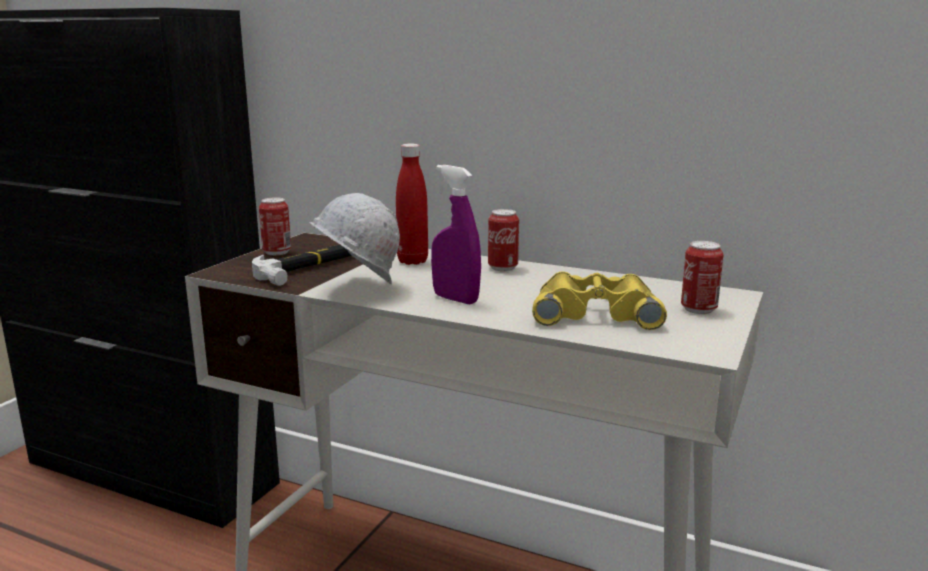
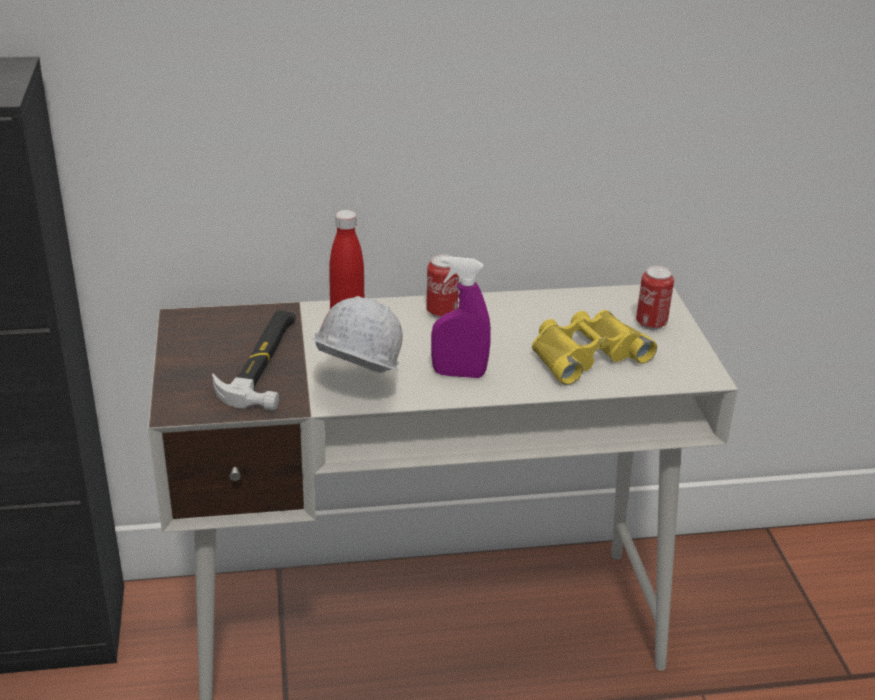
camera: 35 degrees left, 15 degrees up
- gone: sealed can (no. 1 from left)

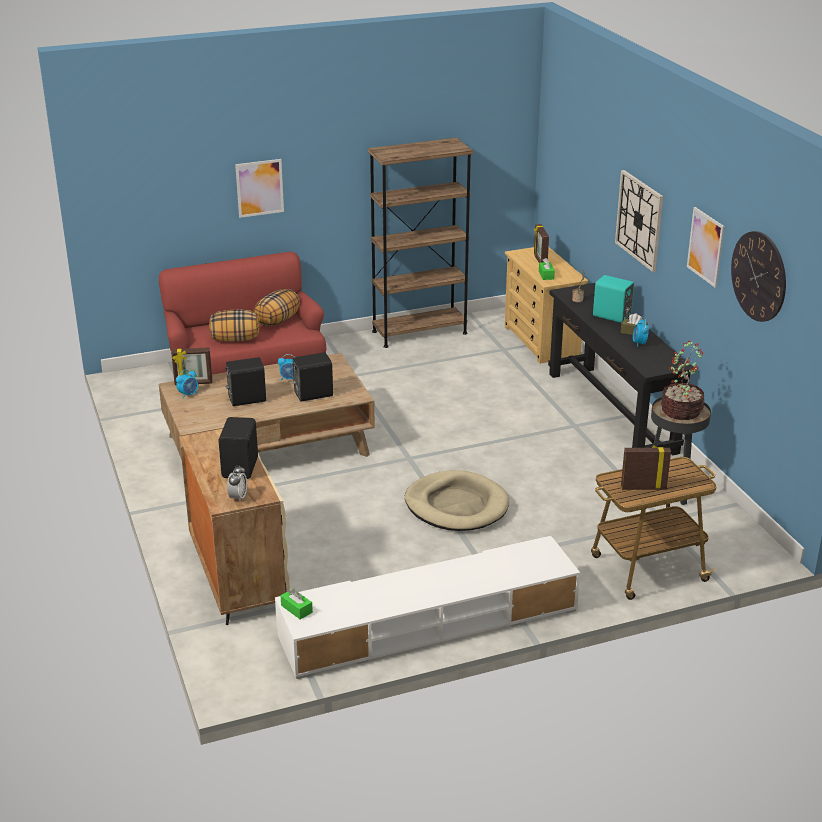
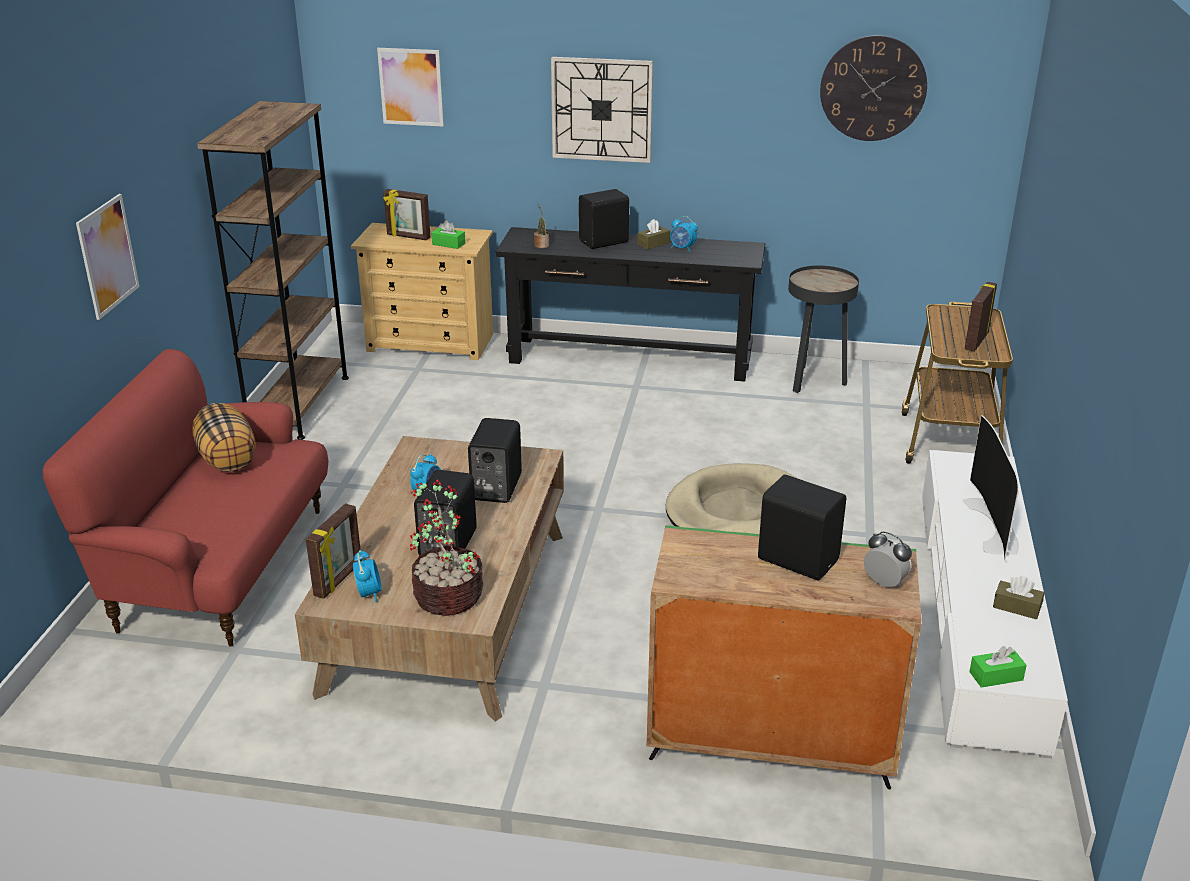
camera: 60 degrees left, 0 degrees up
- shifted: wall art (no. 2 from left)
- repainted: audio speaker (turquoise-coloured) to audio speaker (blackish) (no. 3 from left)
- gone: pillow (no. 1 from left)
- shifted: potted plant (no. 2 from left in the first image) to potted plant (no. 1 from left)
- repainted: cabinet (beige) to cabinet (green-coloured)
- new: TV set
- new: tissue box (brown) (no. 2 from left)

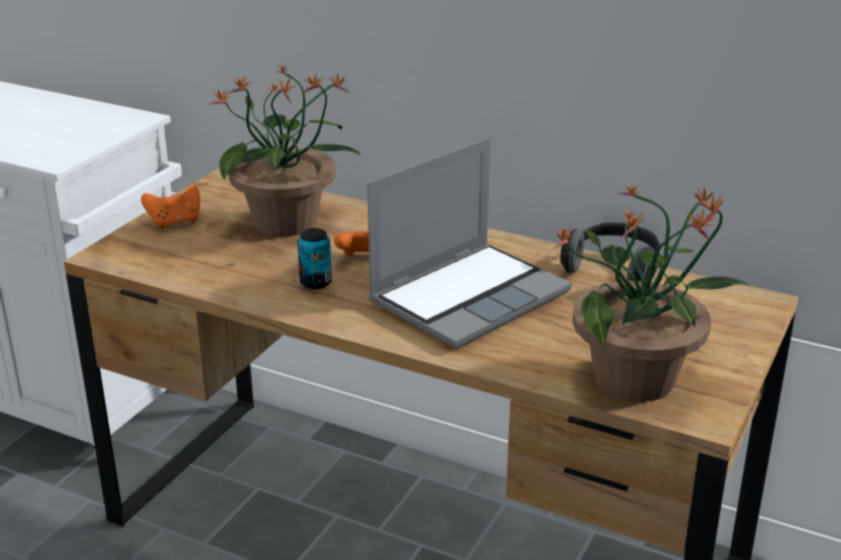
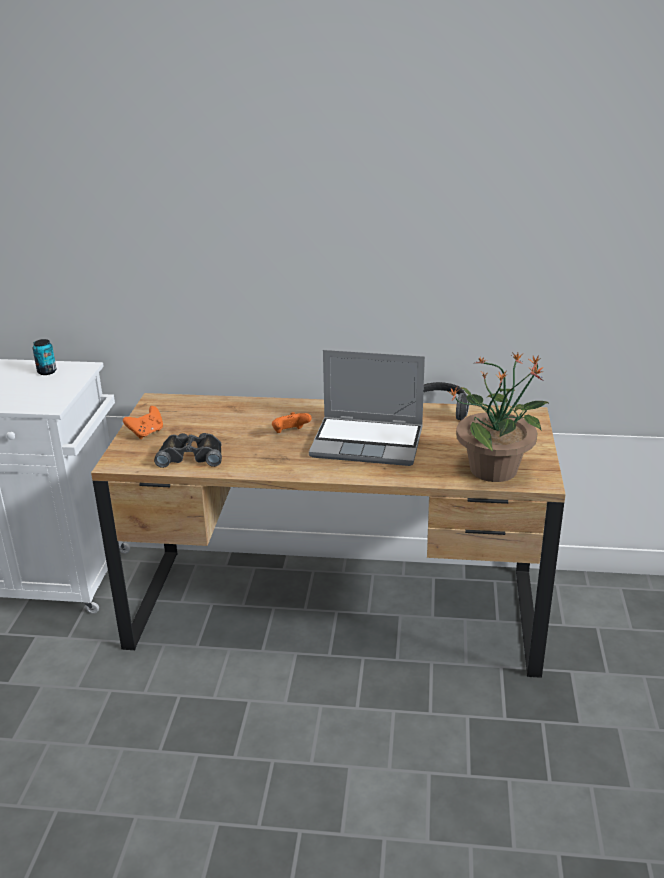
camera: 20 degrees left, 0 degrees up
- gone: potted plant (no. 1 from left)
- rotated: laptop 75 degrees clockwise
- shifted: sealed can
- new: pair of binoculars (blackish)

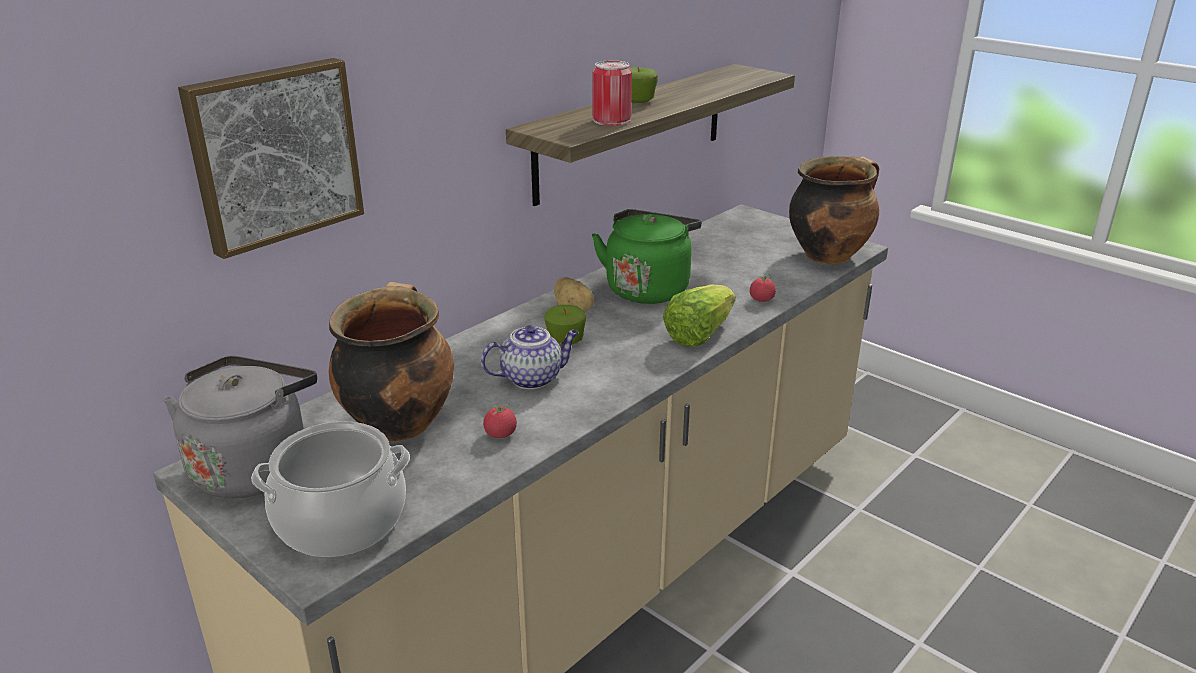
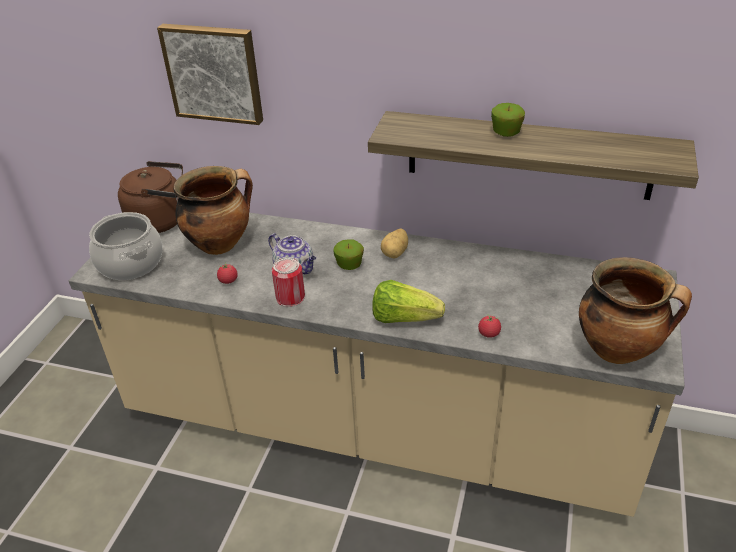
camera: 65 degrees right, 10 degrees up
- shifted: sealed can
- gone: kettle (green-coloured)
- repainted: kettle (greyish) to kettle (brown)

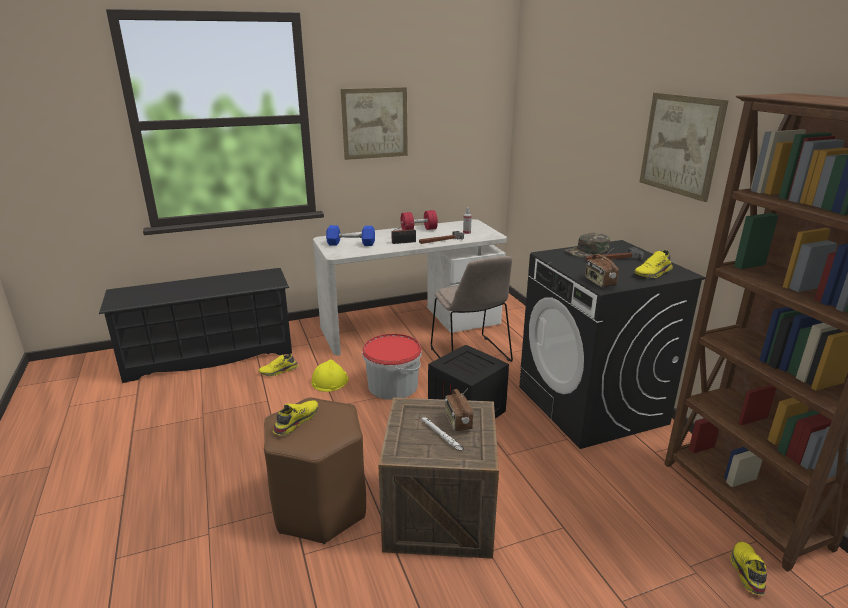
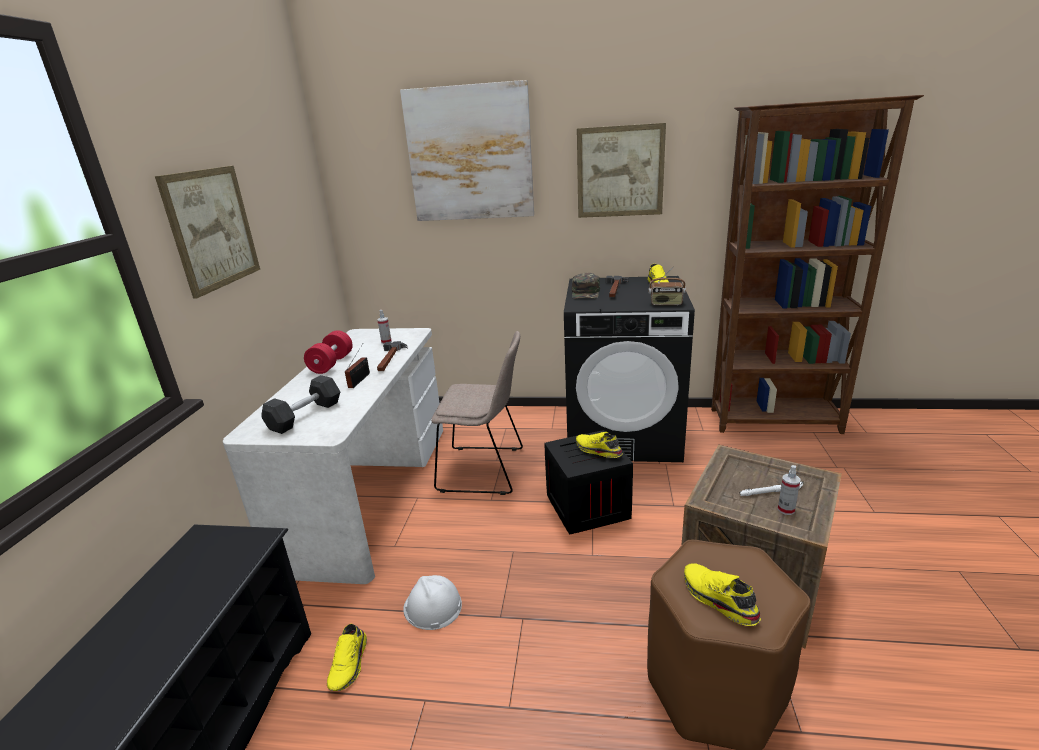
camera: 60 degrees left, 0 degrees up
- repainted: free weight (blue) to free weight (greyish)
- gone: bucket
- repainted: work helmet (yellow-coloured) to work helmet (whitish)
- gone: radio set (no. 2 from left)
- shifted: low shoe (yellow-coloured) (no. 4 from left in the first image) to low shoe (yellow-coloured) (no. 2 from left)
- new: wall art (no. 2 from left)
- new: spray bottle (no. 2 from left)

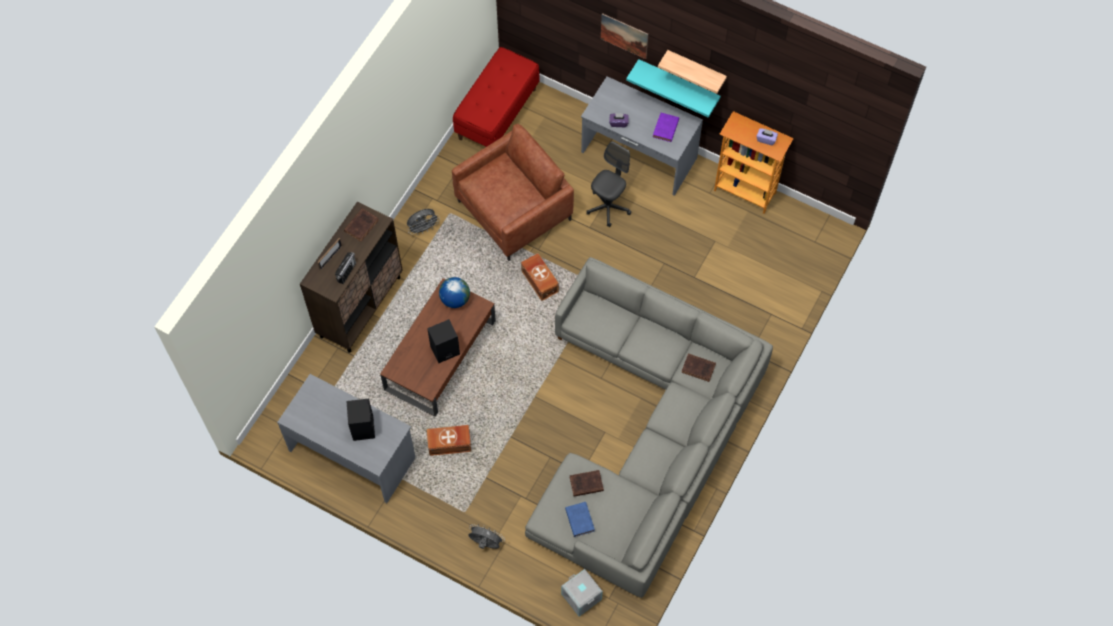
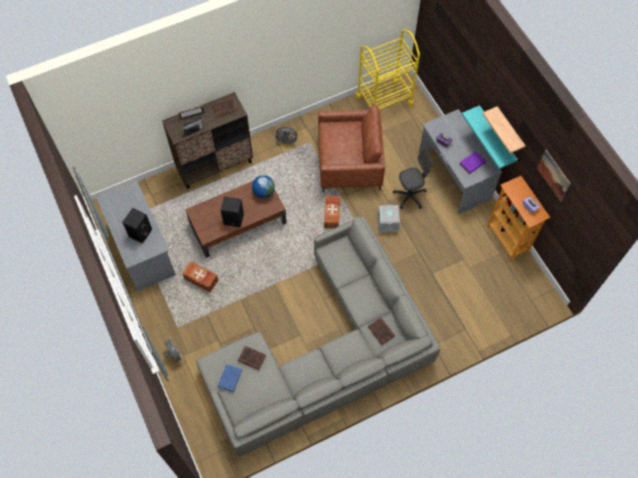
camera: 35 degrees right, 0 degrees up
- shifted: wall art
- swapped: long seat (reddish) to wheeled cart (yellow-coloured)
- shifted: storage bin (greyish)

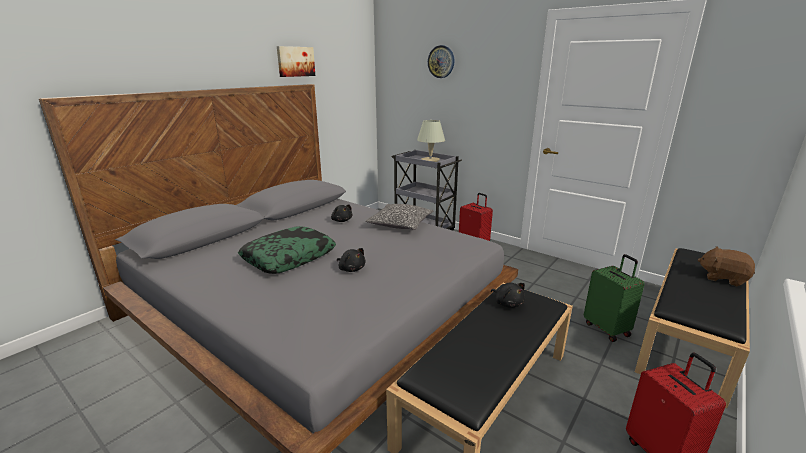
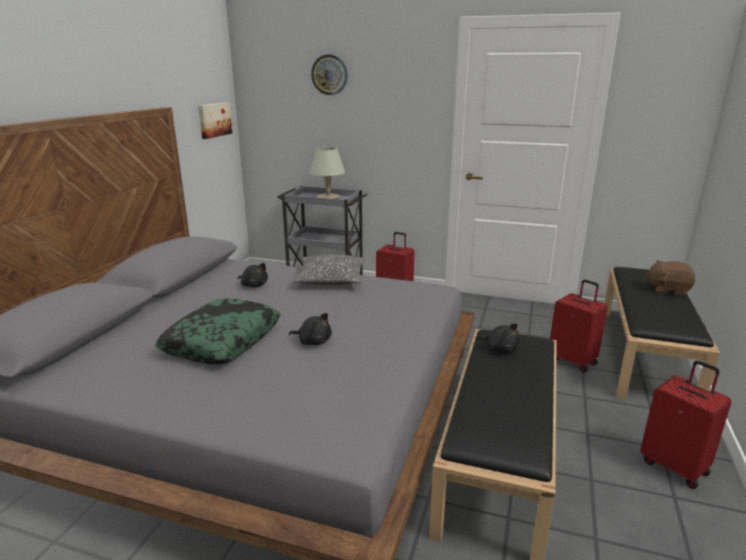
camera: 20 degrees left, 0 degrees up
- shifted: wall art
- repainted: suitcase (green-coloured) to suitcase (reddish) (no. 2 from left)

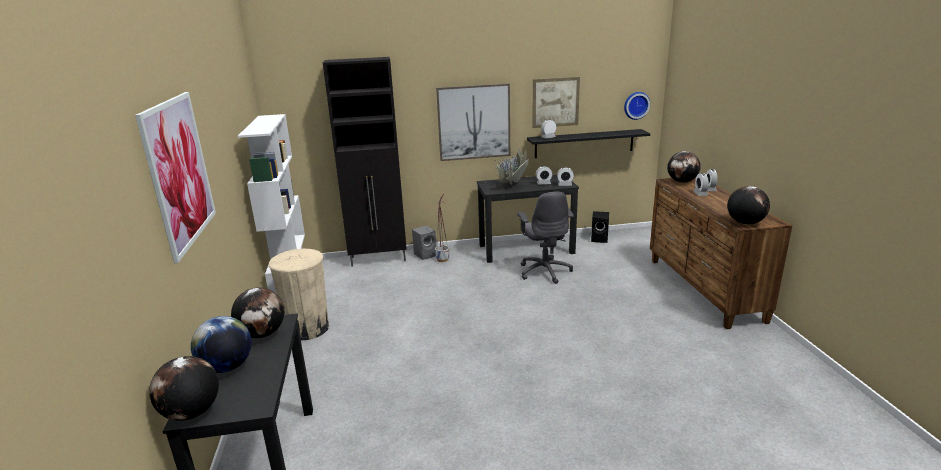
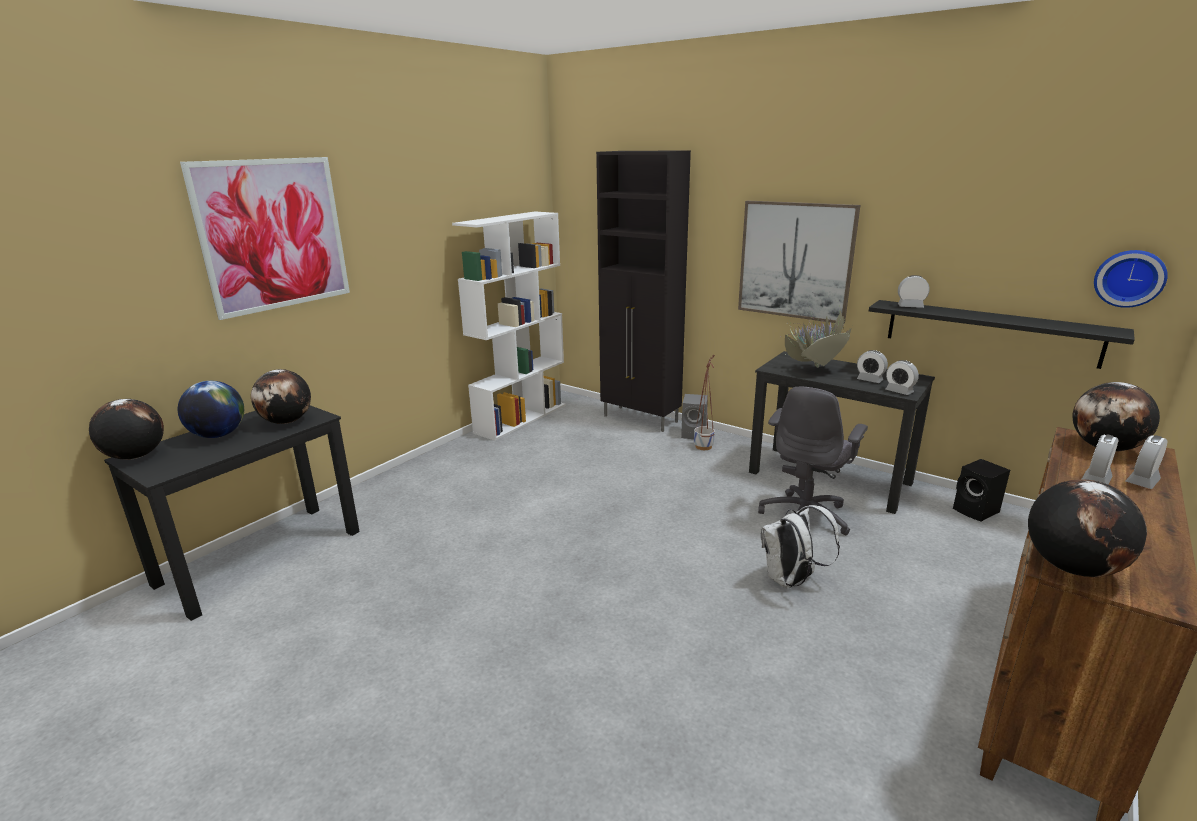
camera: 45 degrees right, 0 degrees up
- gone: wall art (no. 3 from left)
- gone: waste bin (beige)
- new: rucksack (whitish)

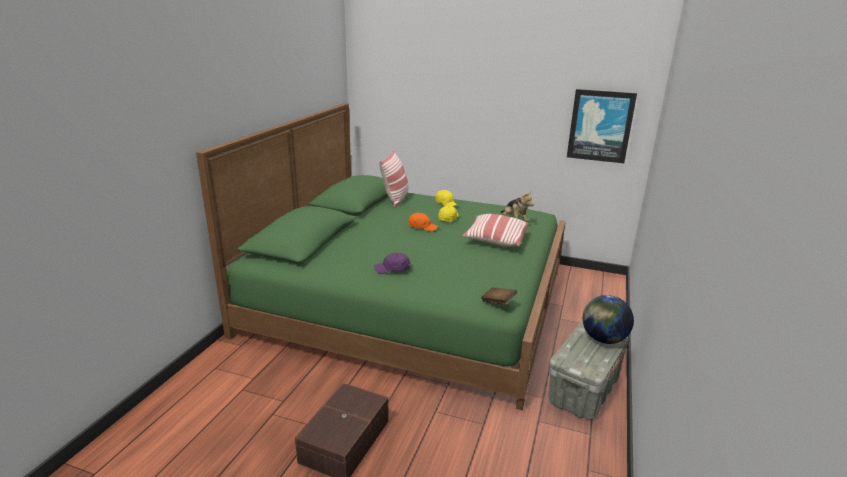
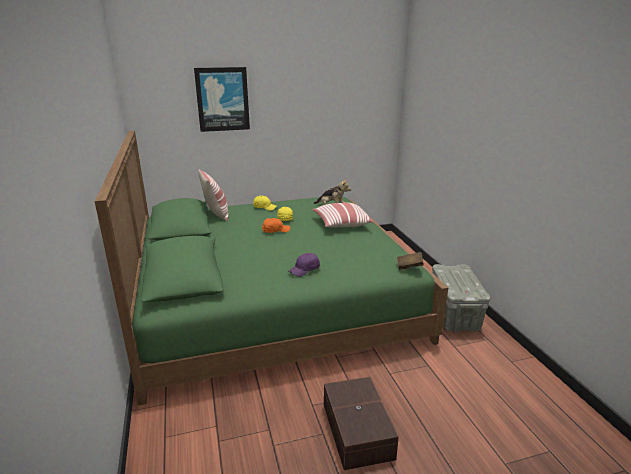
camera: 35 degrees left, 0 degrees up
- shifted: wall art
- gone: world globe

